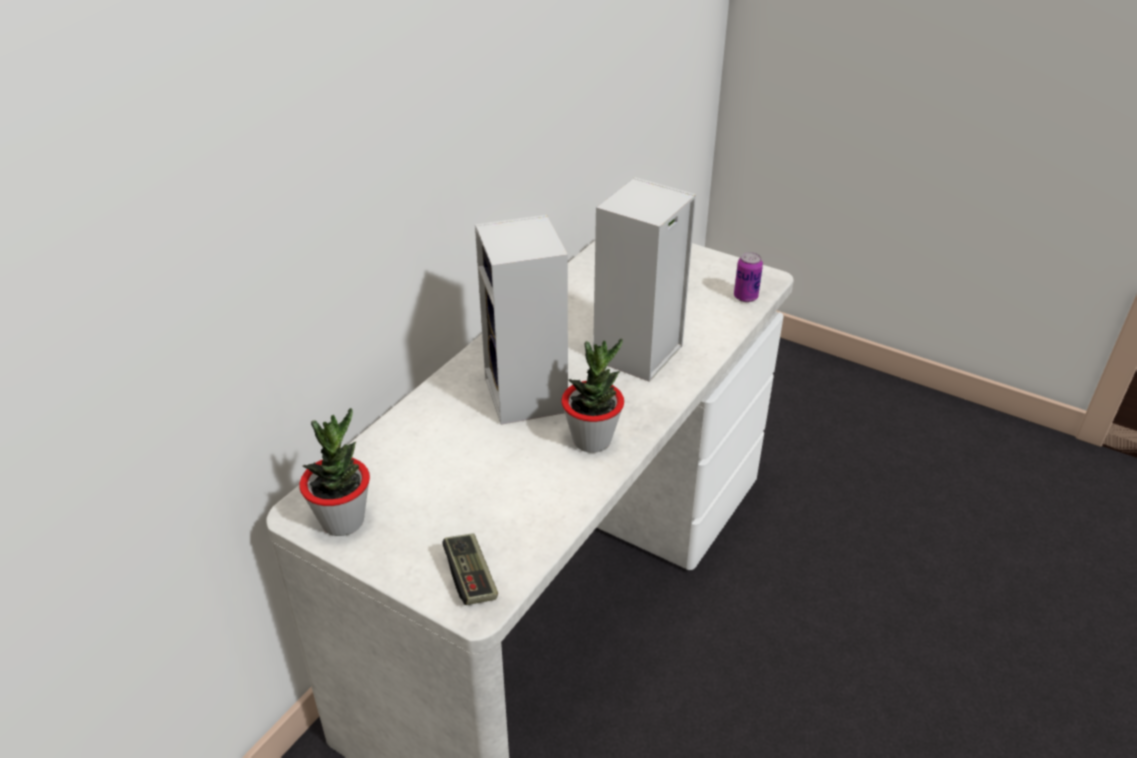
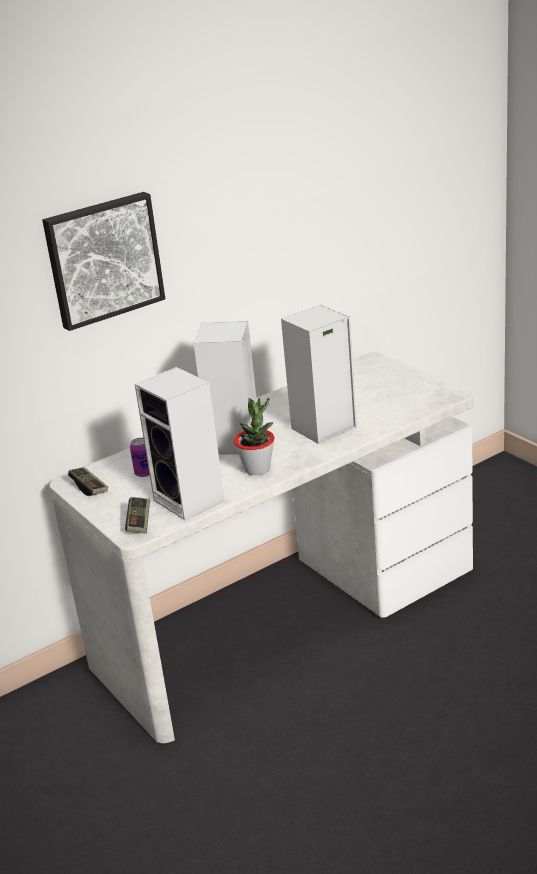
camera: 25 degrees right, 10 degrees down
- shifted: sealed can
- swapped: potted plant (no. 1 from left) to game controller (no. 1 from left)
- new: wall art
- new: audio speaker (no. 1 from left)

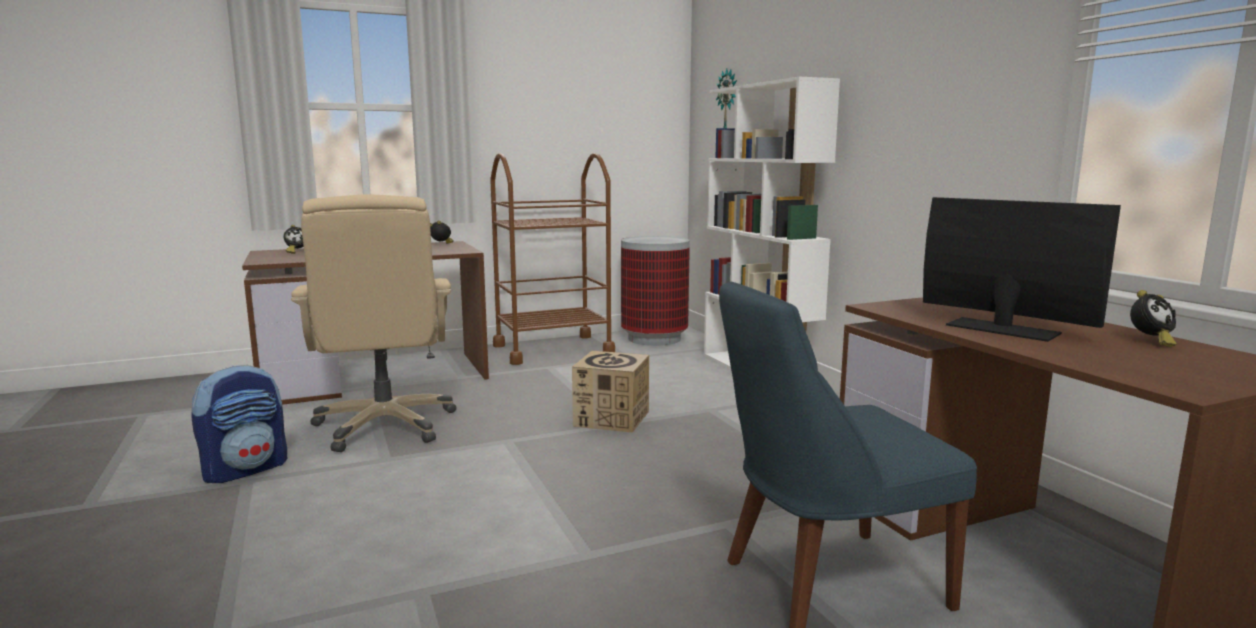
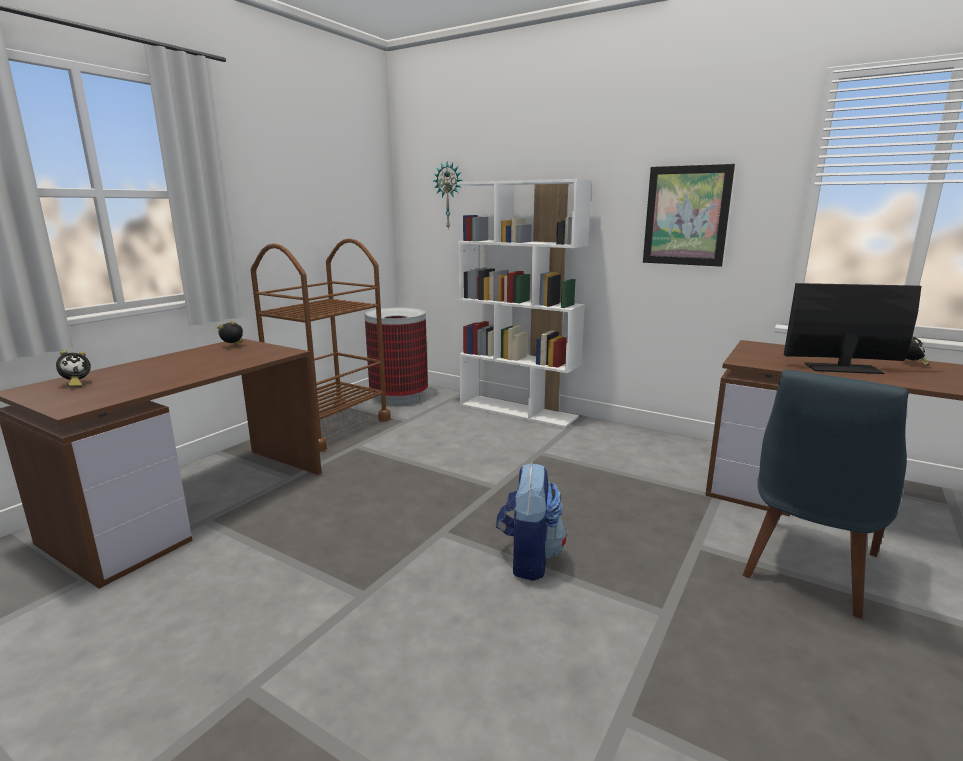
camera: 35 degrees left, 5 degrees up
- gone: computer chair (beige)
- gone: carton
- shifted: rucksack
- new: wall art

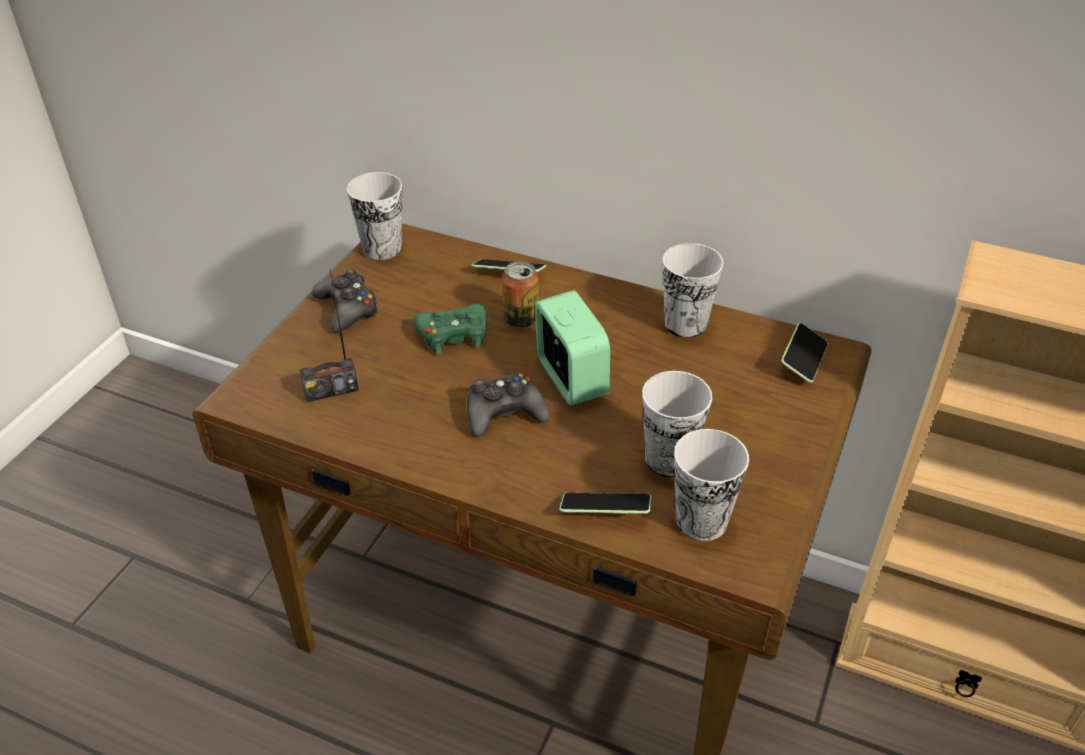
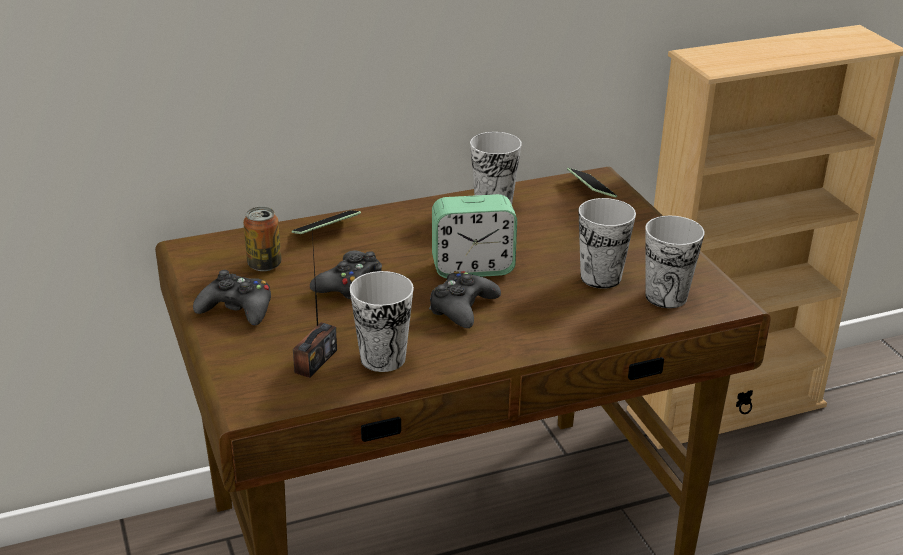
camera: 45 degrees left, 10 degrees down
- shifted: small cup (no. 1 from left)
- shifted: sealed can
- rotated: bedside clock 150 degrees clockwise
- repainted: game controller (green-coloured) to game controller (blackish) (no. 2 from left)
- gone: phone (no. 2 from left)

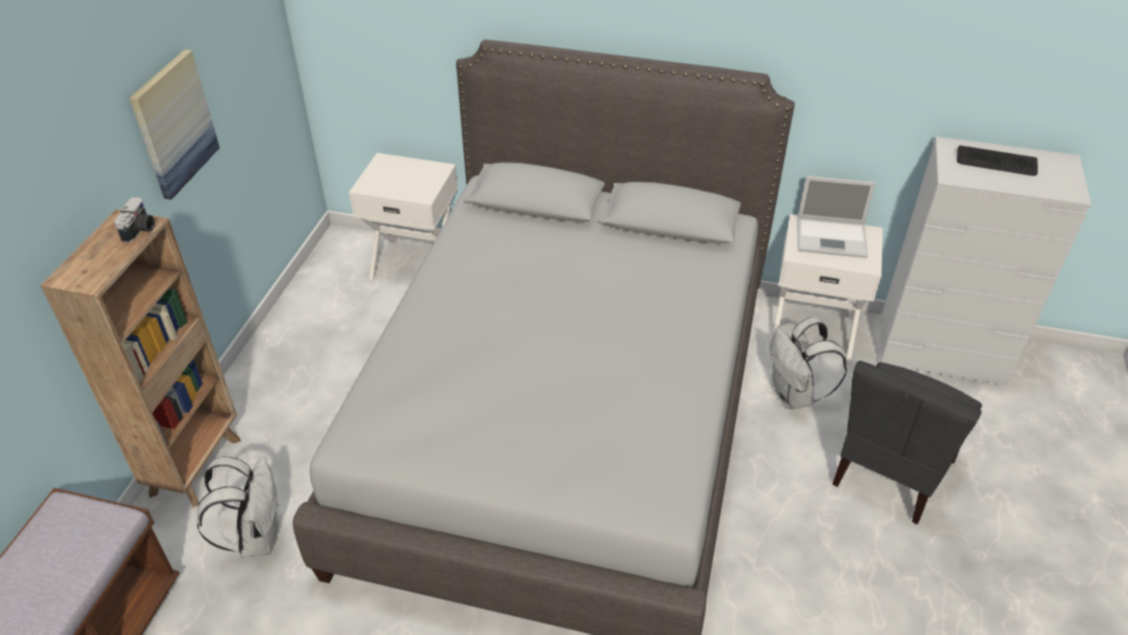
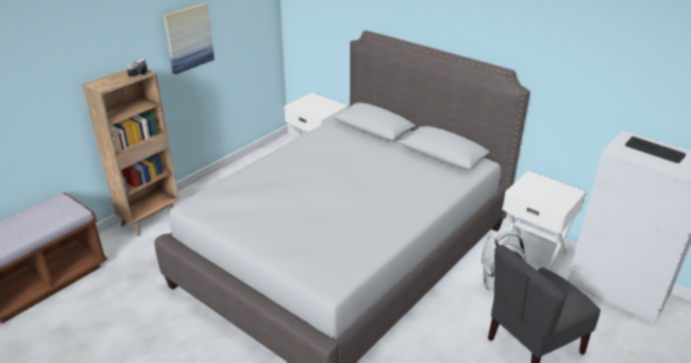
camera: 25 degrees right, 10 degrees down
- gone: laptop
- gone: rucksack (whitish) (no. 1 from left)

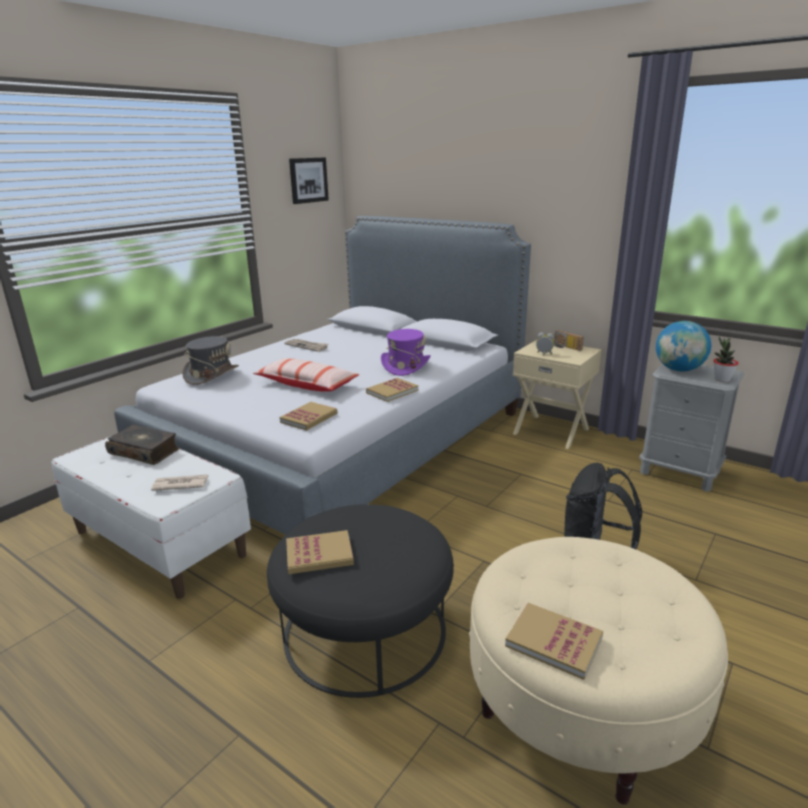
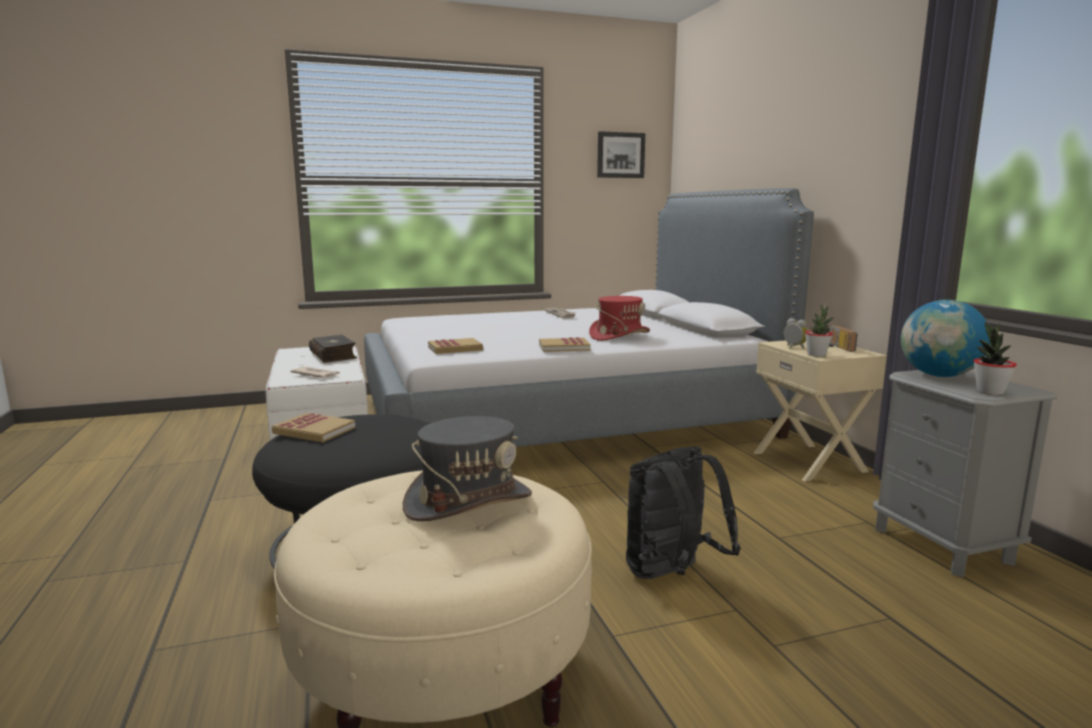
camera: 35 degrees right, 10 degrees down
- repainted: wearable hat (purplish) to wearable hat (reddish)
- shifted: wearable hat (greyish)
- gone: pillow
- gone: volume (no. 5 from left)
- new: potted plant (no. 1 from left)

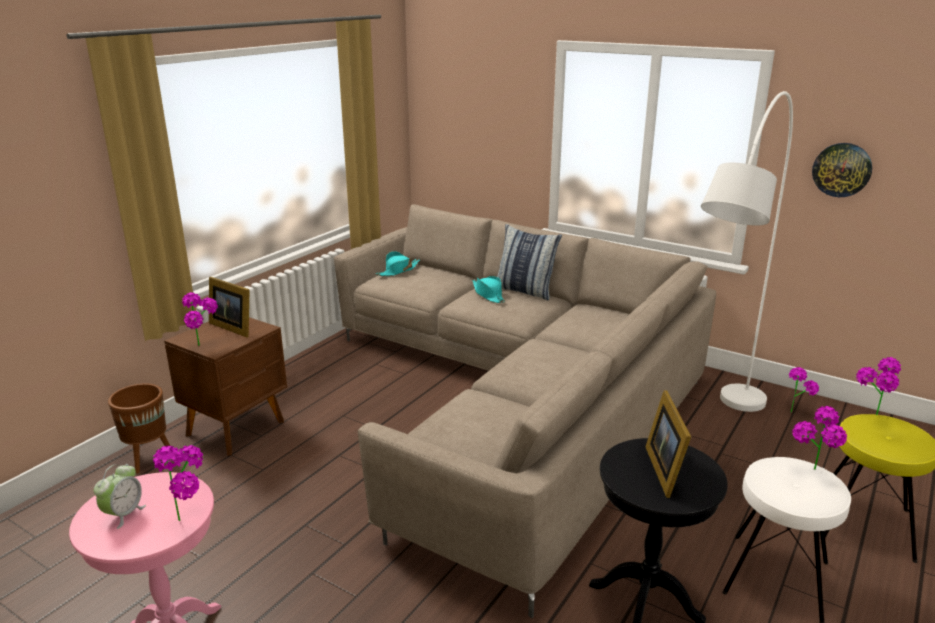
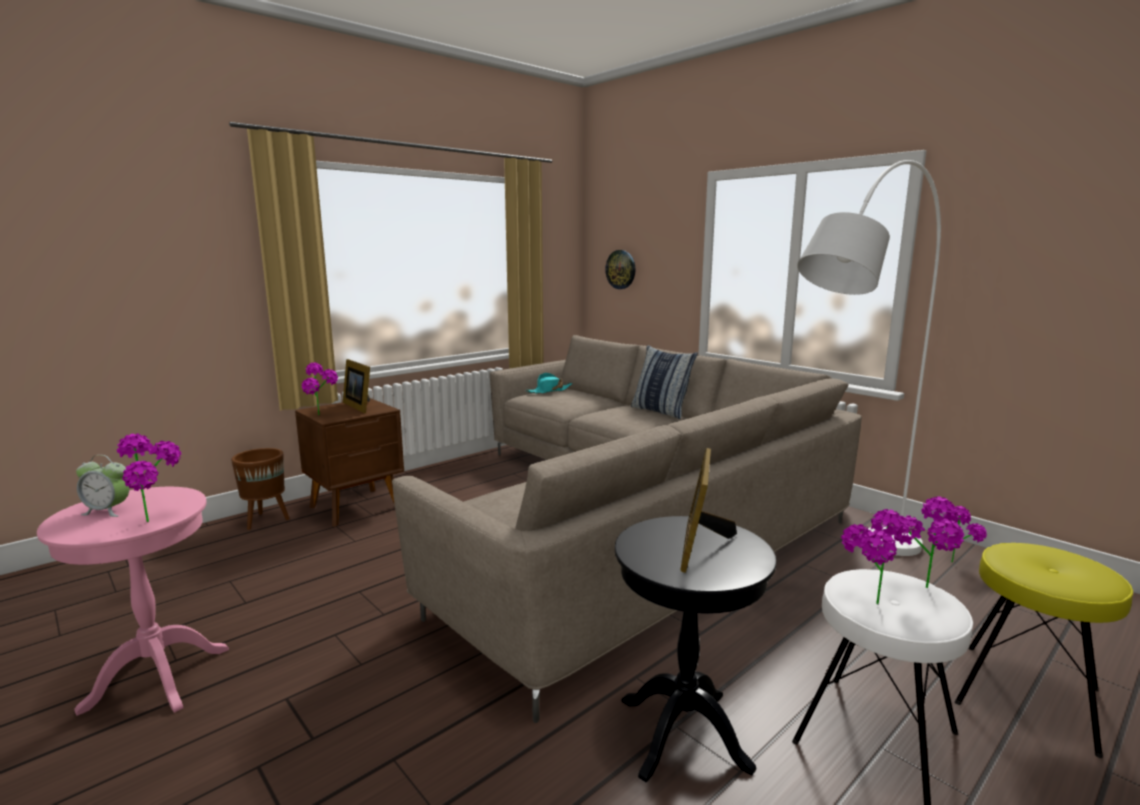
camera: 15 degrees right, 10 degrees down
- shifted: hanging clock
- gone: wearable hat (turquoise-coloured) (no. 2 from left)
- shifted: potted plant (no. 5 from left in the first image) to potted plant (no. 3 from left)
- rotated: bedside clock 60 degrees clockwise

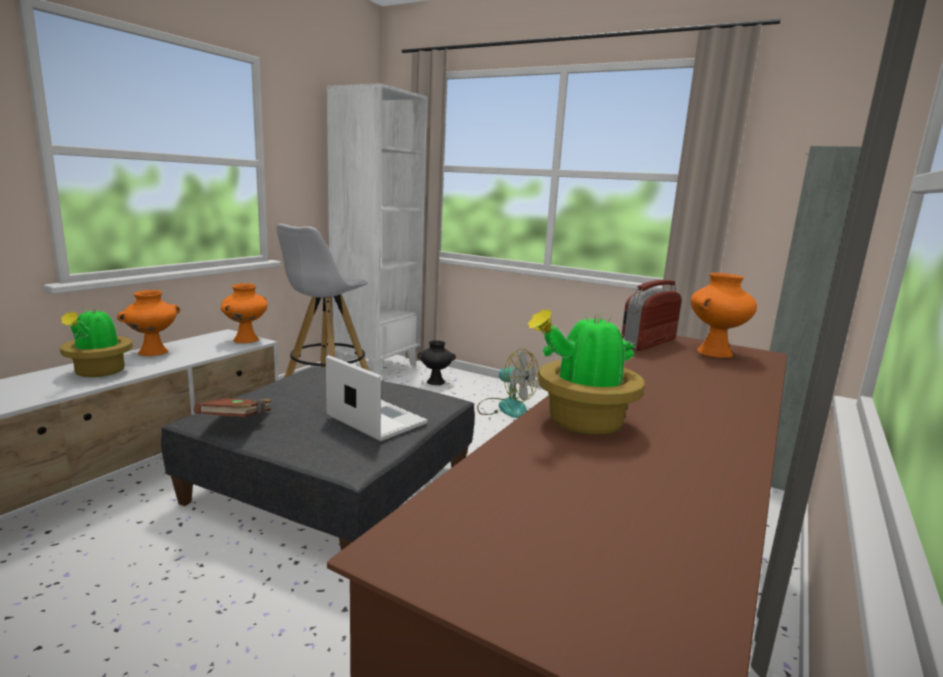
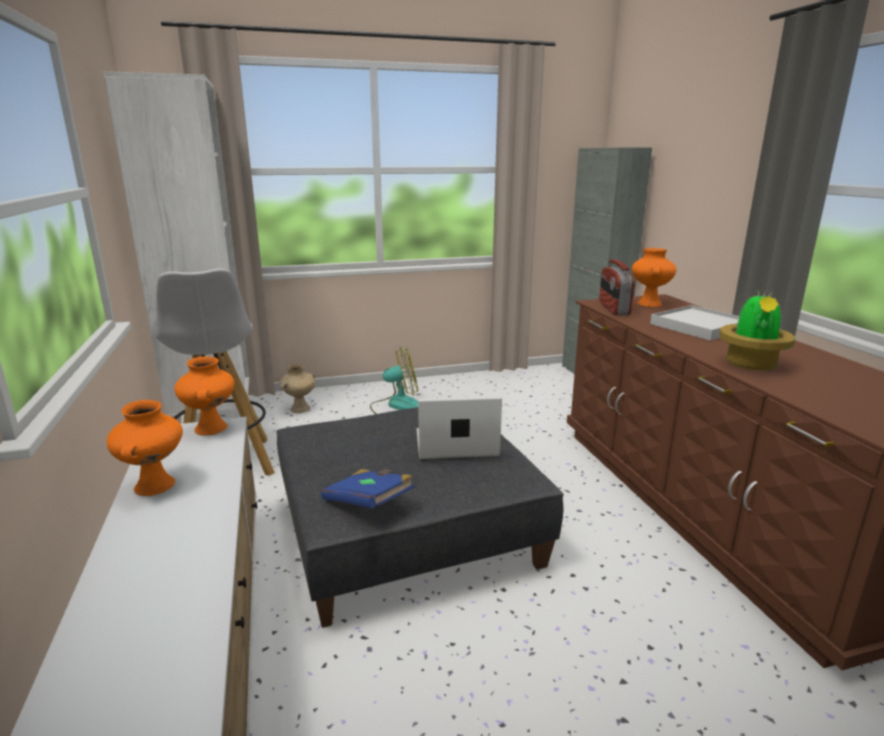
camera: 45 degrees left, 5 degrees up
- gone: potted plant (no. 1 from left)
- repainted: flower vase (blackish) to flower vase (beige)
- repainted: volume (brown) to volume (blue)
- new: carrying tray (whitish)

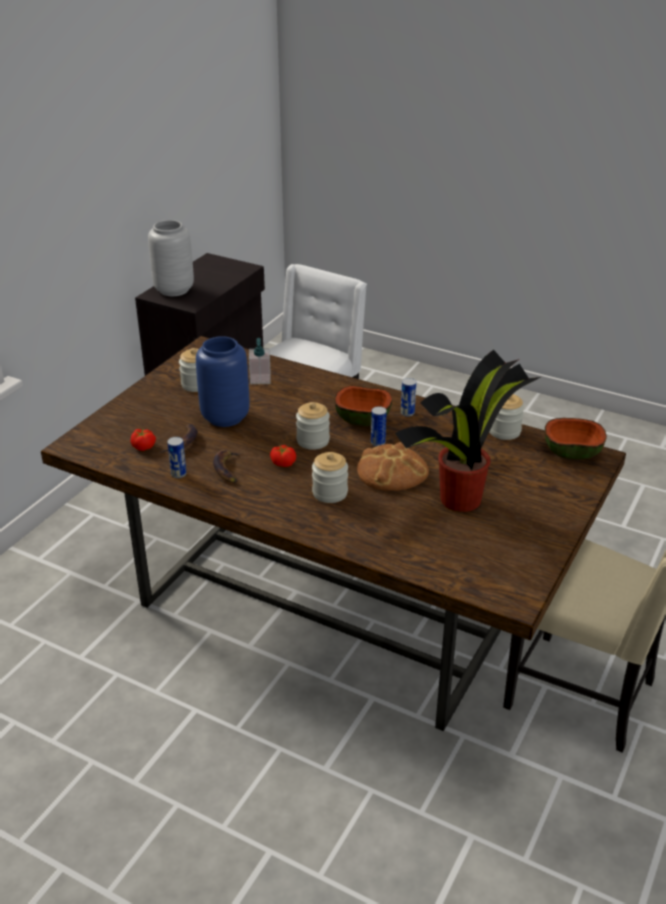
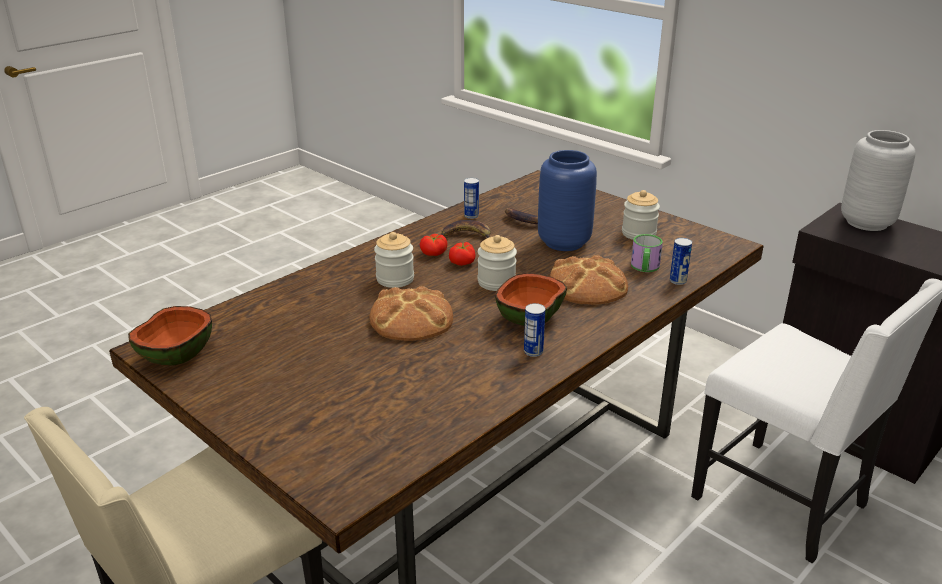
camera: 105 degrees right, 5 degrees down
- swapped: liquid soap bottle to tea mug
- gone: potted plant
- gone: jar (no. 4 from left)
- shifted: sealed can (no. 2 from left in the first image) to sealed can (no. 3 from left)
- shifted: serving bowl (no. 2 from left in the first image) to serving bowl (no. 1 from left)
- shifted: whole tomato (no. 1 from left)
- new: bakery bread (no. 2 from left)

